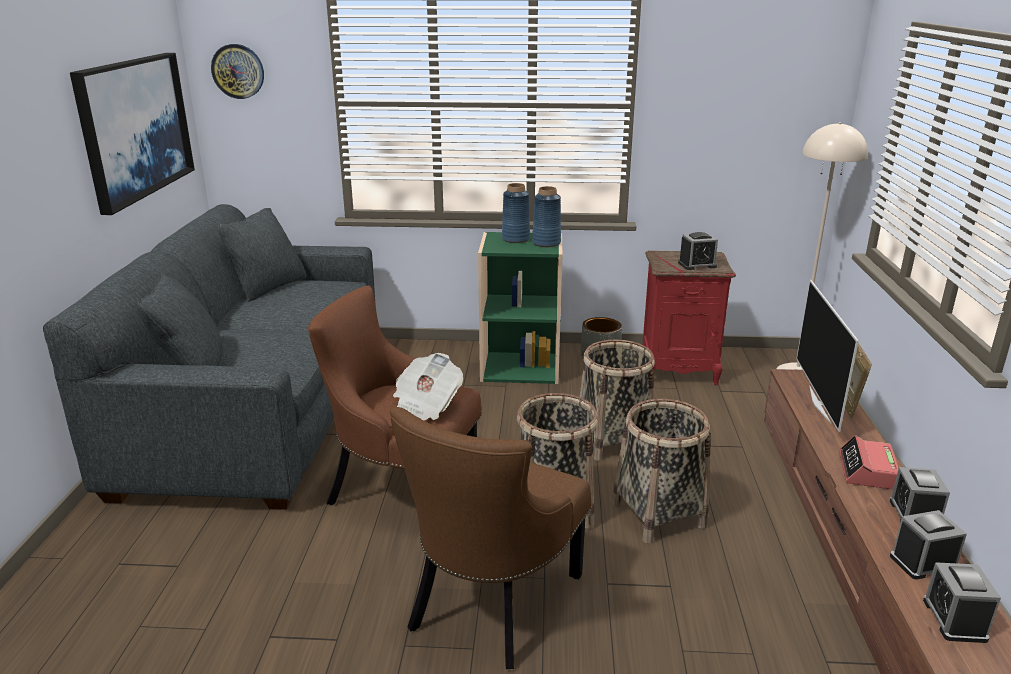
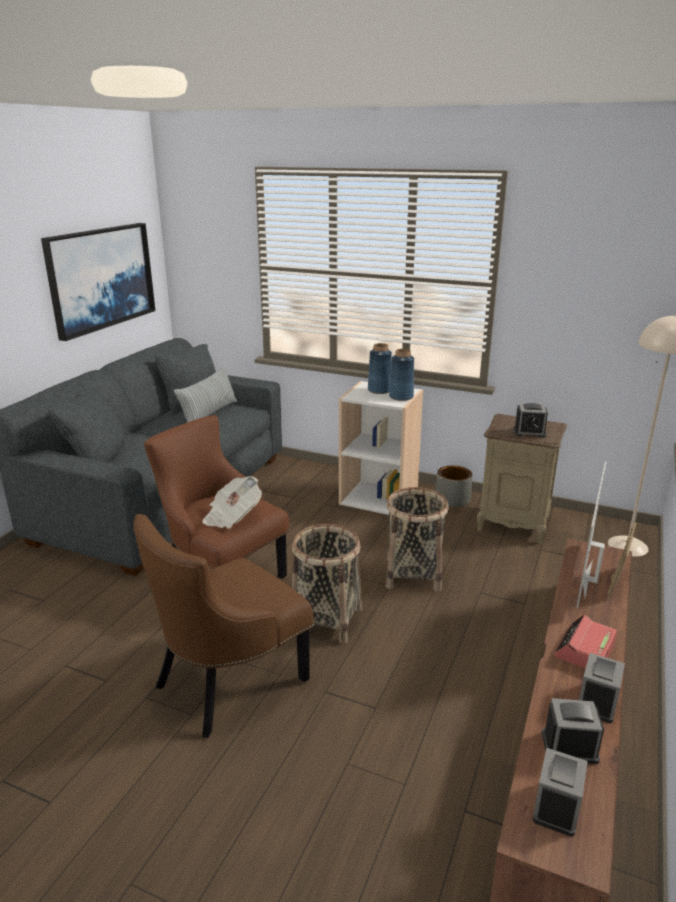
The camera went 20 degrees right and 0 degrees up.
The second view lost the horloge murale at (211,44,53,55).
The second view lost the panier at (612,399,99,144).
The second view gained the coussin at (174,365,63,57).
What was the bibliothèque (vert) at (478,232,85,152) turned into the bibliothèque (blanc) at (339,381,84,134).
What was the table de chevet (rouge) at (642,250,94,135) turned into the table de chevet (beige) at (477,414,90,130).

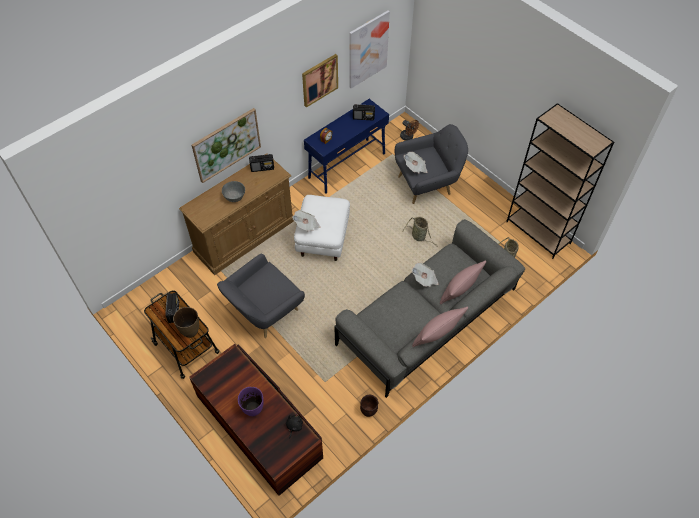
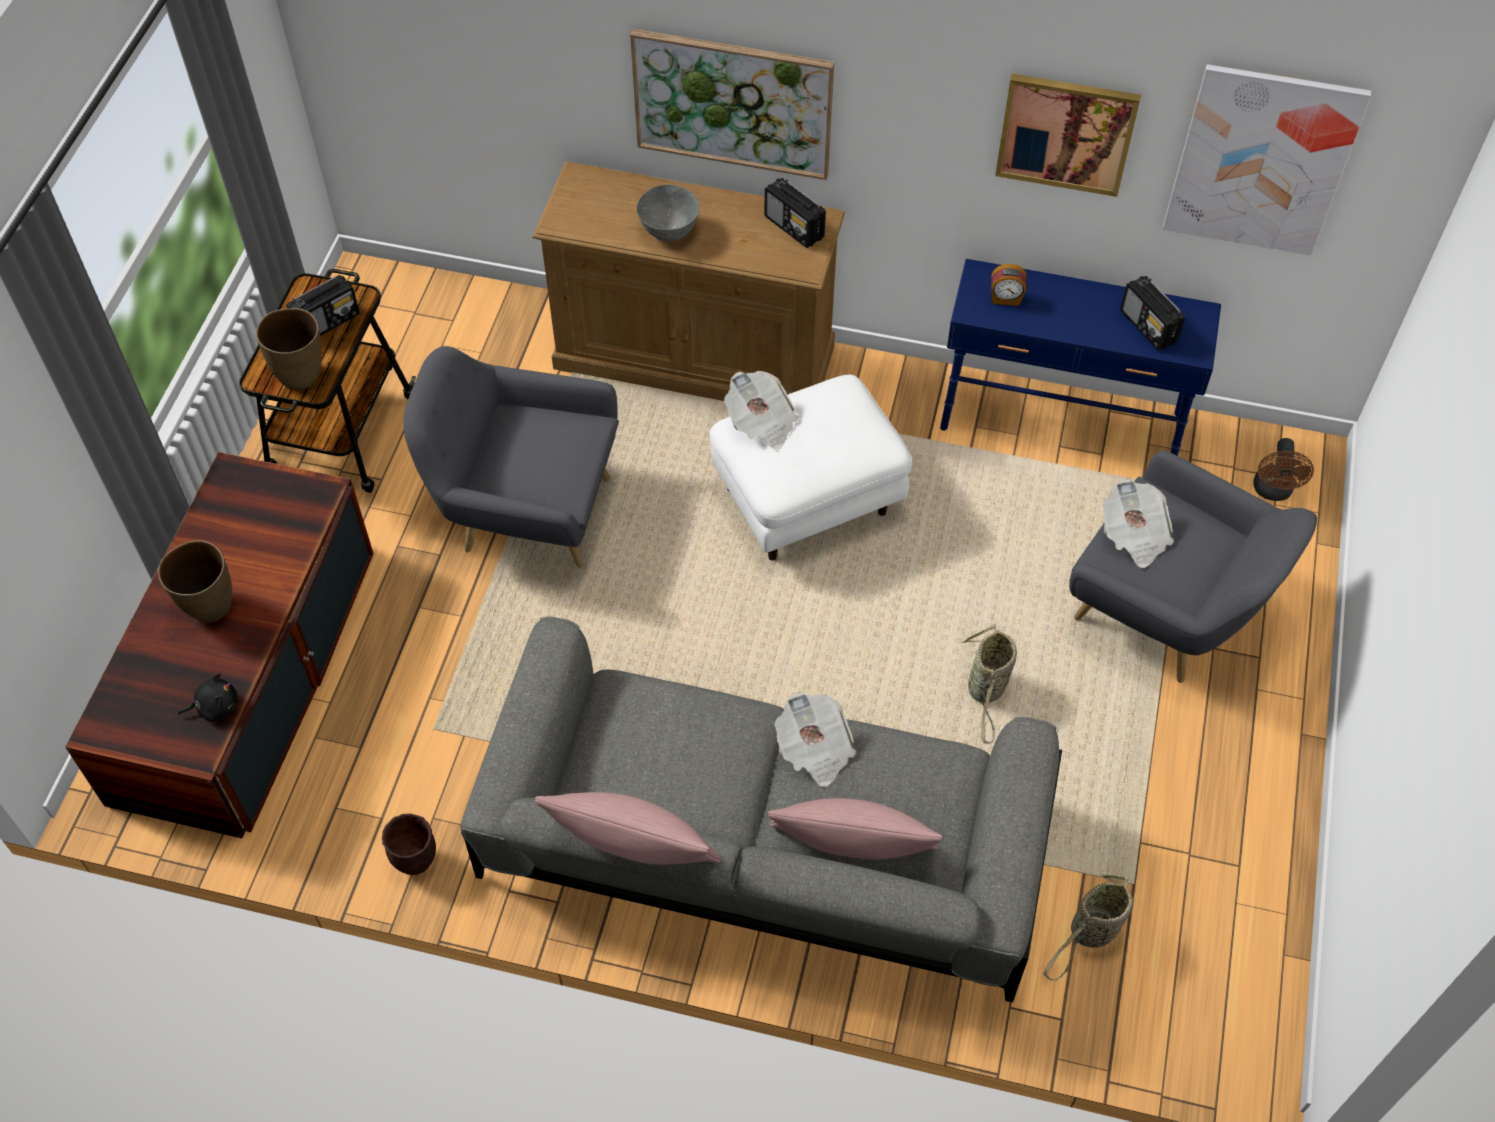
The camera went 55 degrees right and 0 degrees up.
The second view lost the bibliothèque (beige) at (506,103,108,156).
What was the vase (violet) at (238,387,26,29) turned into the vase (marron) at (158,540,74,83).

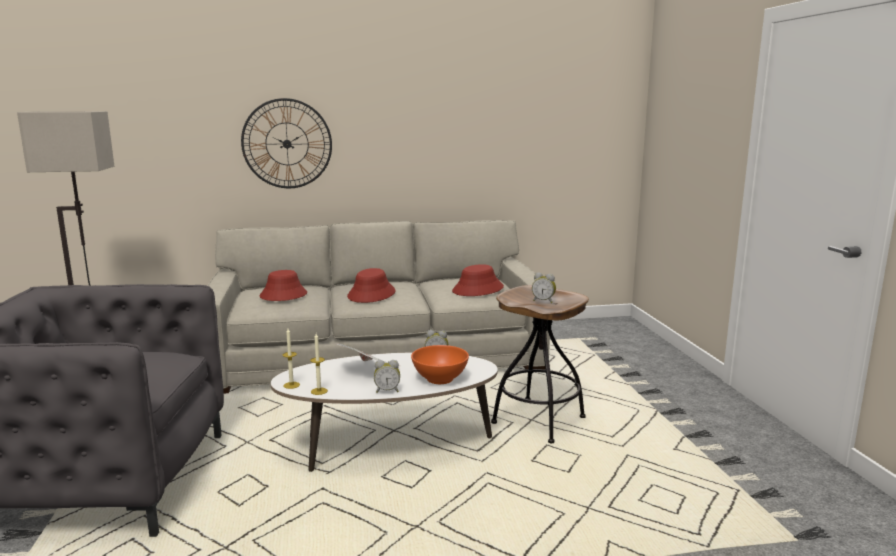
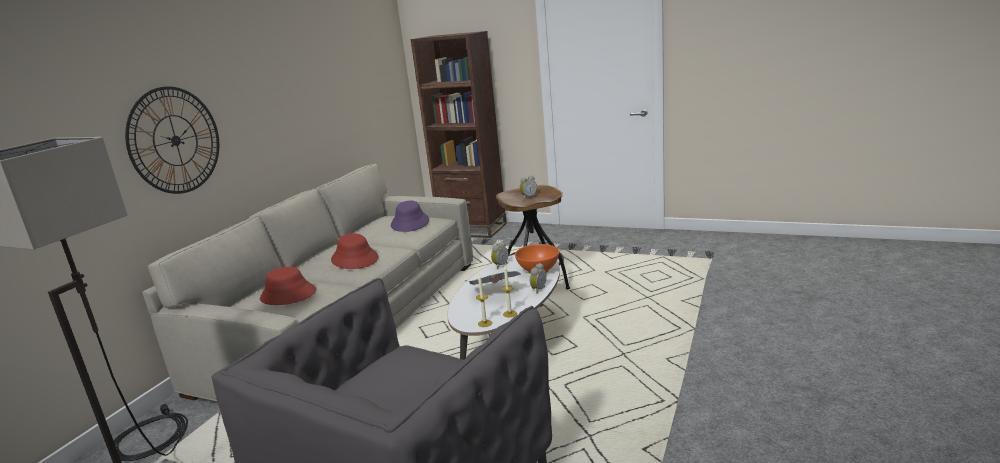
The camera went 55 degrees left and 5 degrees up.
The second view gained the bibliothèque (marron) at (411,31,96,207).
What was the chapeau (rouge) at (452,264,52,32) turned into the chapeau (violet) at (391,201,38,31).

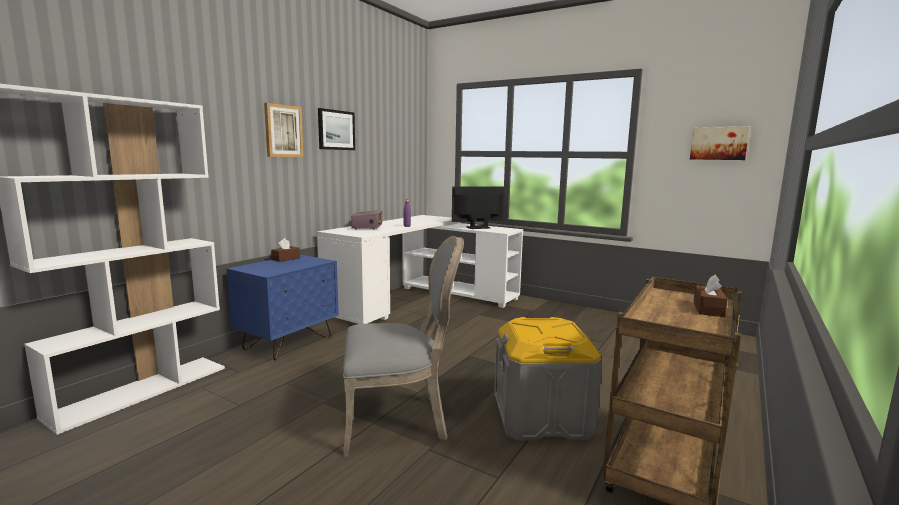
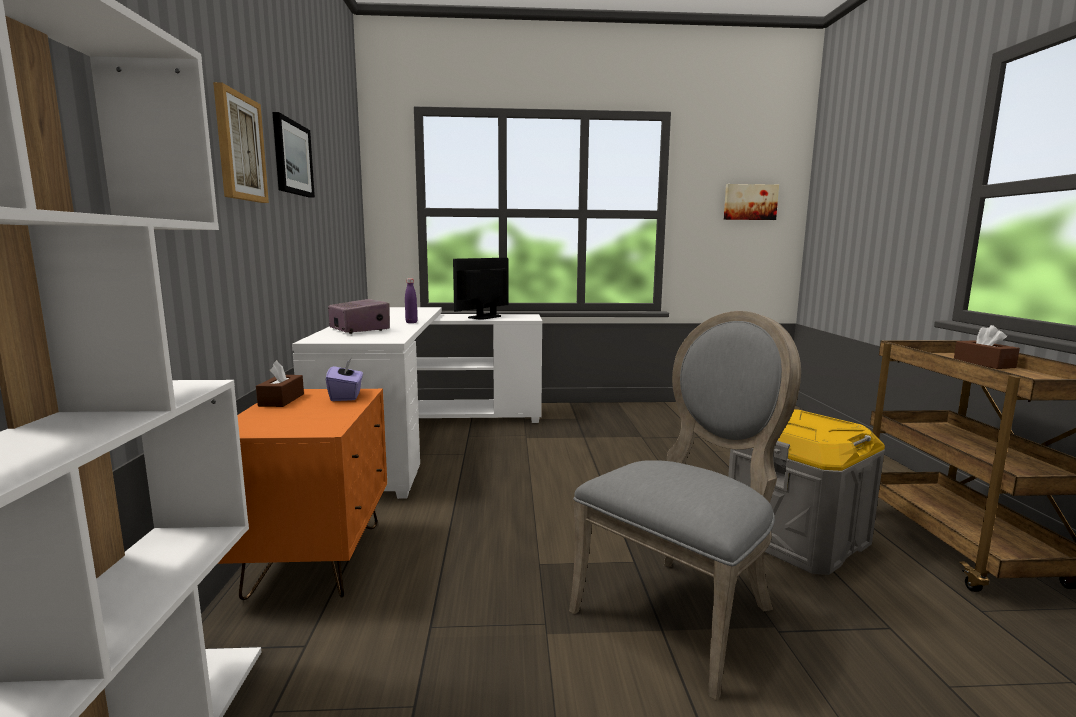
The camera went 35 degrees left and 0 degrees up.
The second view gained the boîte à mouchoirs (violet) at (326,358,37,43).
What was the table de chevet (bleu) at (227,255,112,105) turned into the table de chevet (orange) at (217,389,170,211).

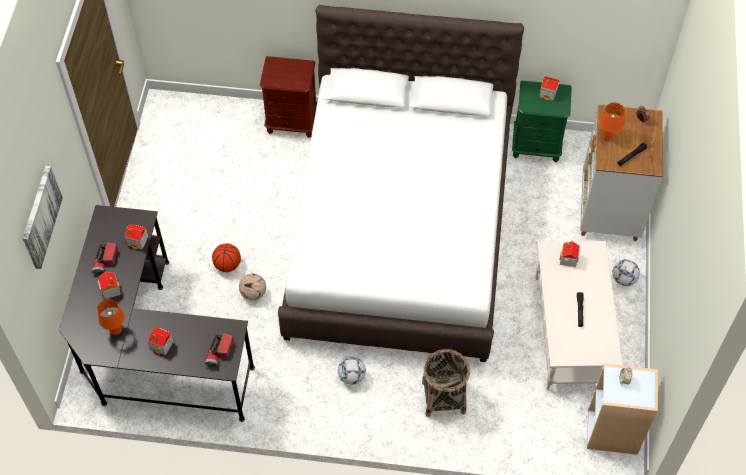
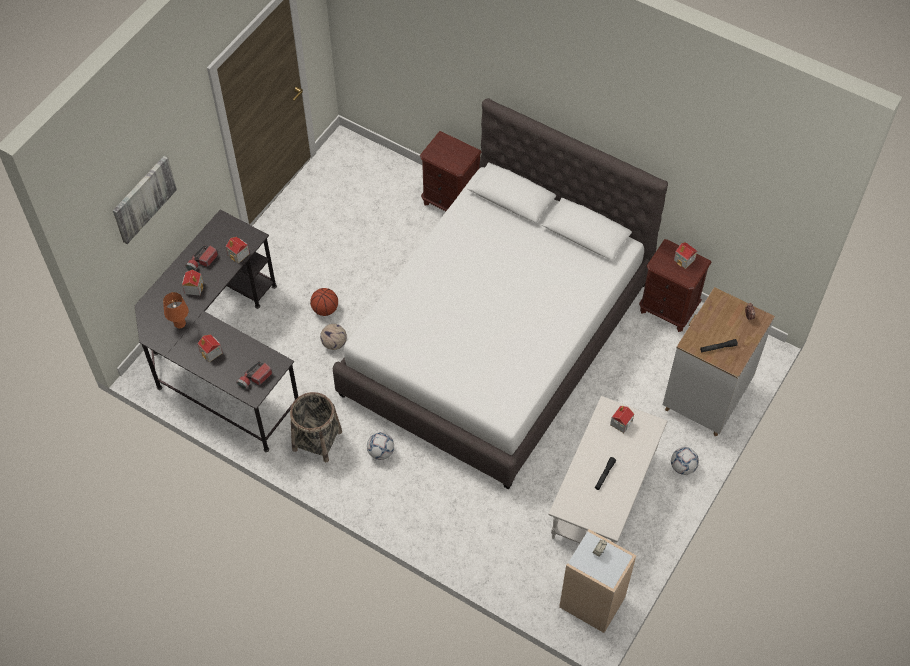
The camera went 25 degrees right and 0 degrees up.
The second view lost the lampe de table (orange) at (600,103,25,38).
The panier ended up elsewhere, having gone from (422,349,48,68) to (290,392,52,70).
What was the table de chevet (vert) at (512,81,60,82) turned into the table de chevet (marron) at (639,239,73,93).

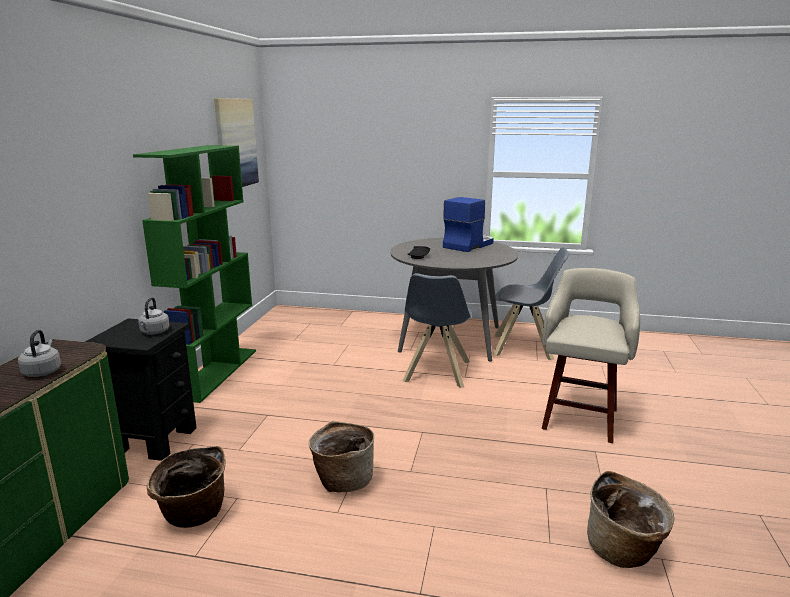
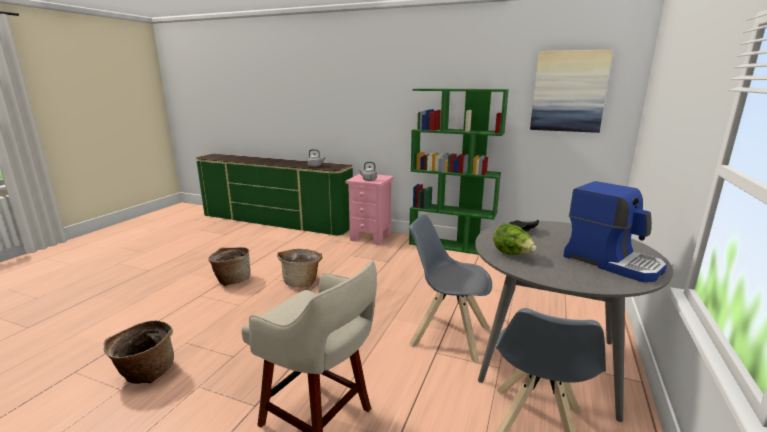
The camera went 100 degrees right and 0 degrees up.
The second view gained the laitue at (493,224,43,31).
The panier ended up elsewhere, having gone from (147,446,79,82) to (208,247,43,39).
What was the table de chevet (noir) at (85,318,112,143) turned into the table de chevet (rose) at (345,174,49,71).

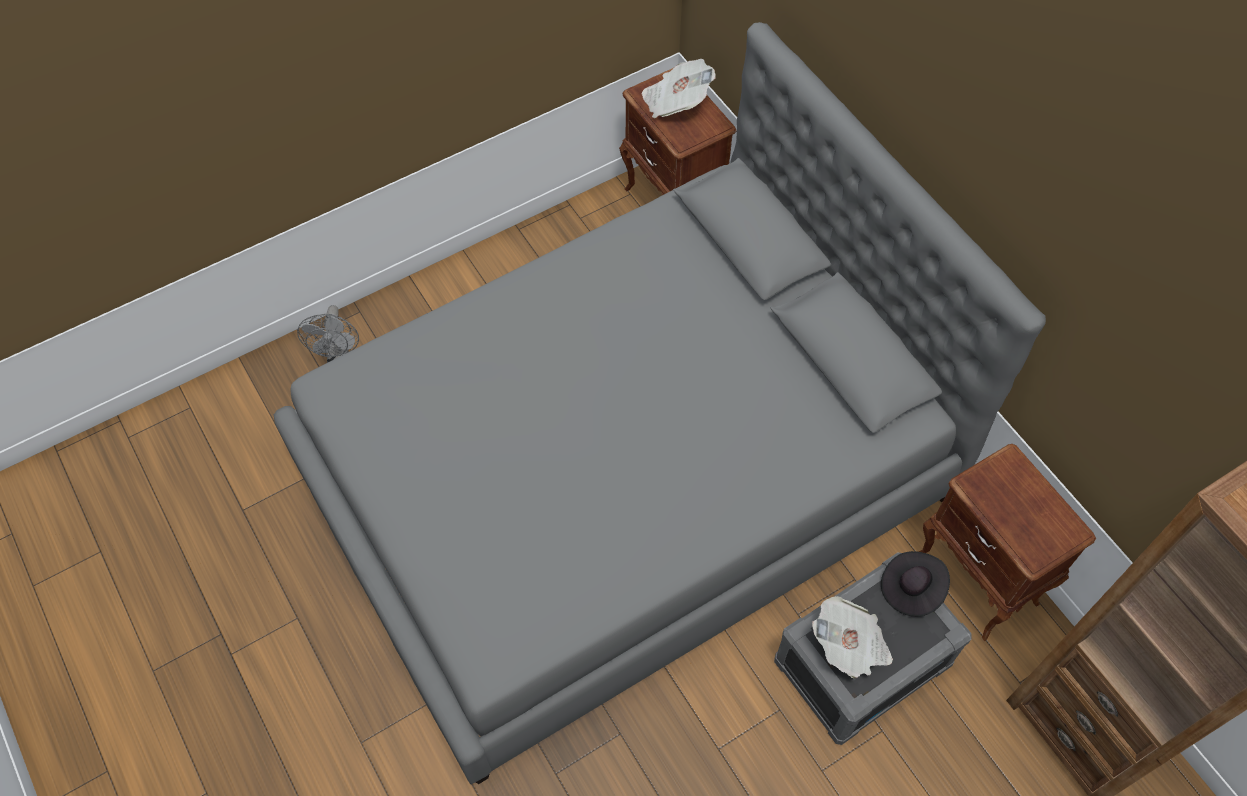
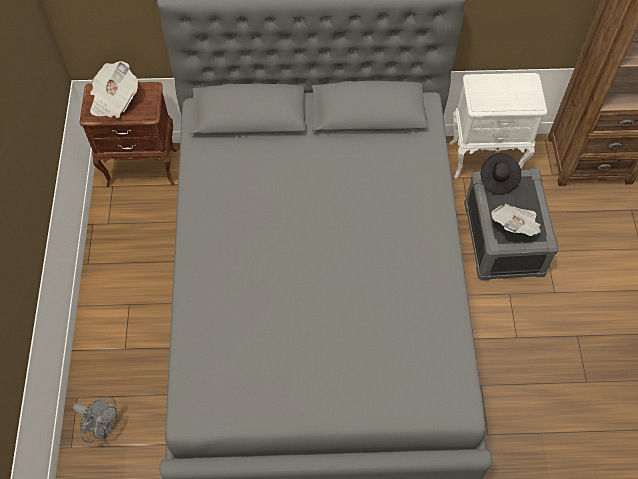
The camera went 60 degrees left and 0 degrees up.
What was the table de chevet (marron) at (918,444,178,198) turned into the table de chevet (blanc) at (450,73,97,106).

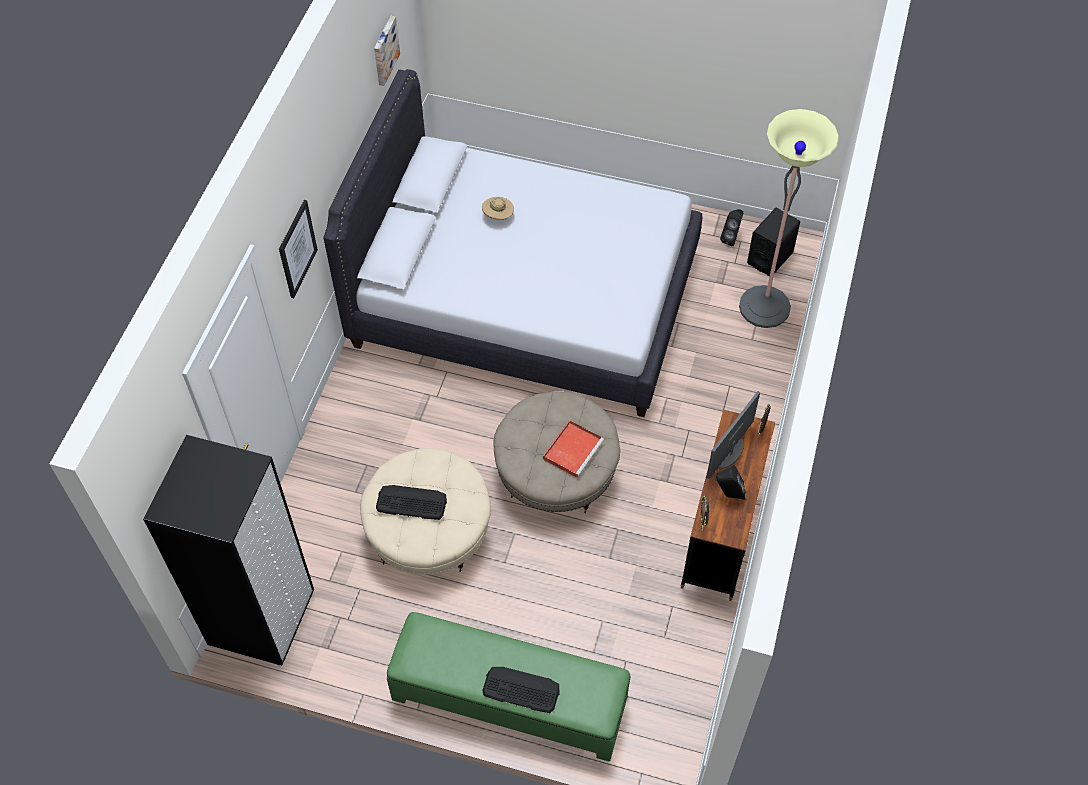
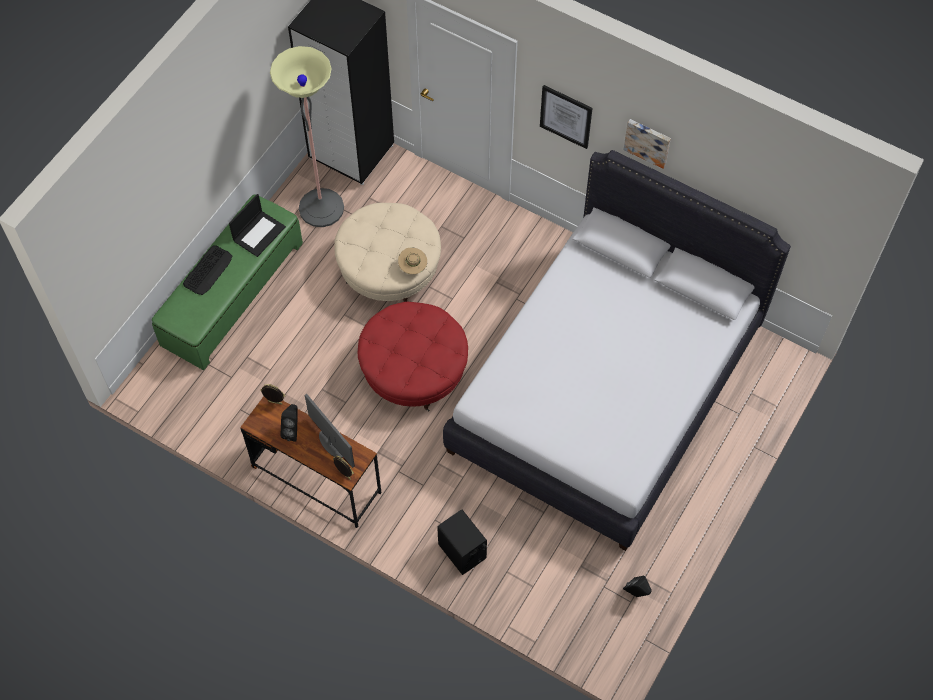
The camera went 105 degrees right and 5 degrees up.
The second view lost the clavier at (376,485,71,35).
The second view lost the plateau (rouge) at (543,420,61,58).
The second view gained the ordinateur portable at (229,194,57,63).
The tableau ended up elsewhere, having gone from (374,16,26,70) to (623,119,48,50).
The chapeau (beige) ended up elsewhere, having gone from (482,197,32,23) to (398,247,29,27).
The lampadaire ended up elsewhere, having gone from (739,109,100,219) to (270,46,74,181).
The enceinte (noir) ended up elsewhere, having gone from (747,208,53,68) to (437,510,50,65).
What was the pouf (beige) at (493,391,127,122) turned into the pouf (rouge) at (358,302,110,109).

